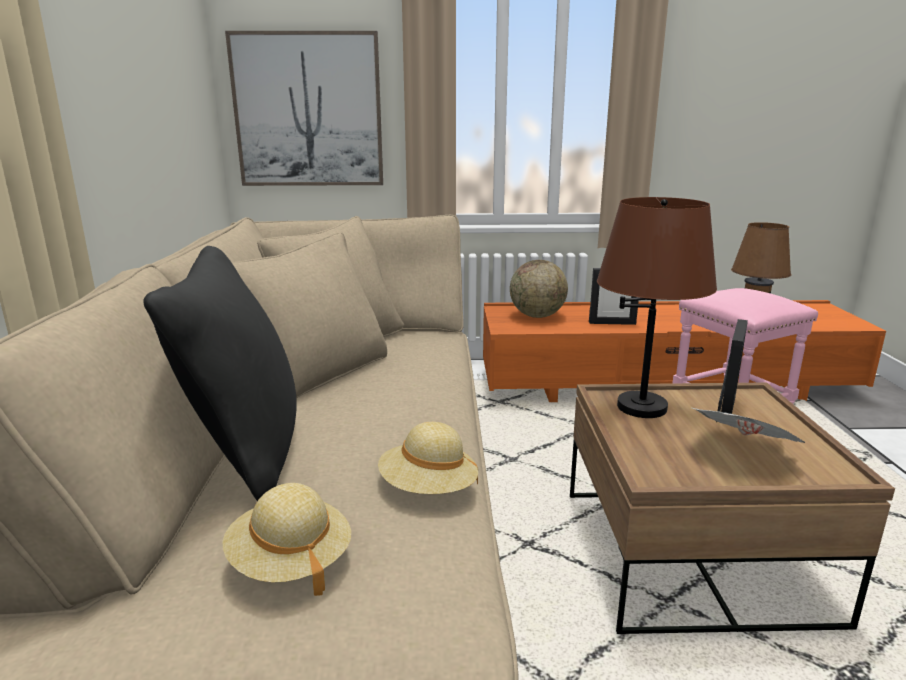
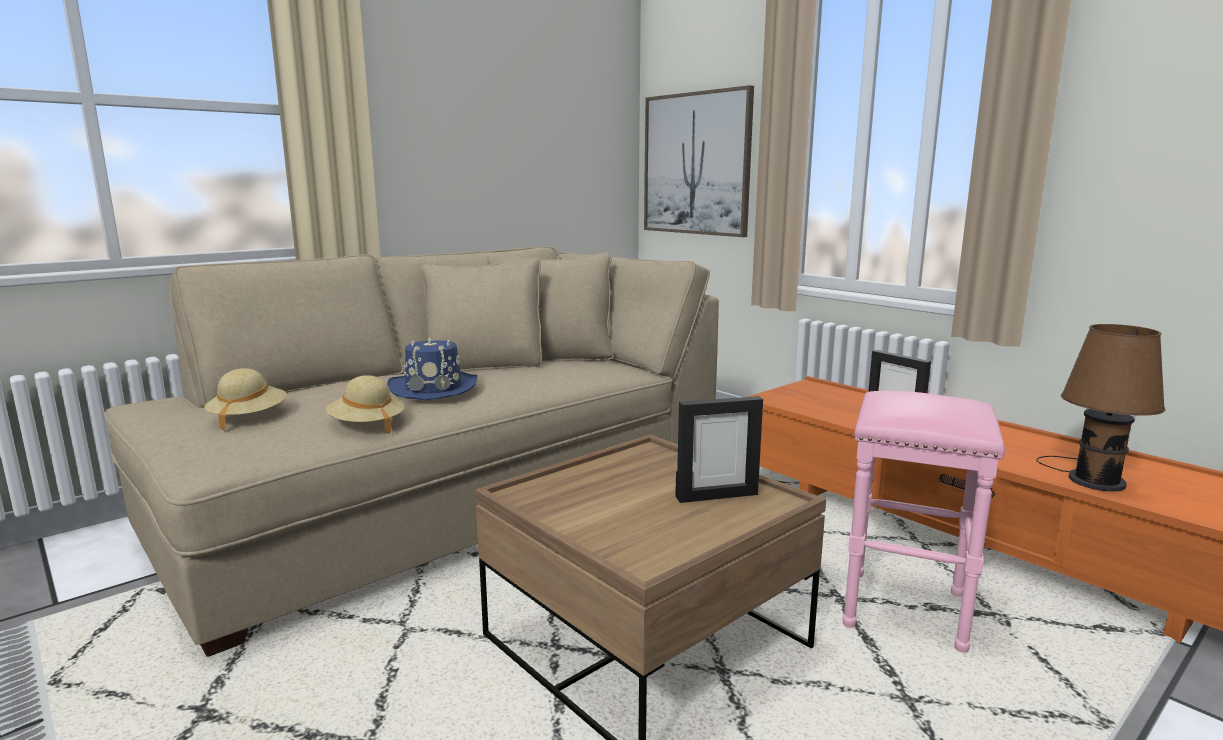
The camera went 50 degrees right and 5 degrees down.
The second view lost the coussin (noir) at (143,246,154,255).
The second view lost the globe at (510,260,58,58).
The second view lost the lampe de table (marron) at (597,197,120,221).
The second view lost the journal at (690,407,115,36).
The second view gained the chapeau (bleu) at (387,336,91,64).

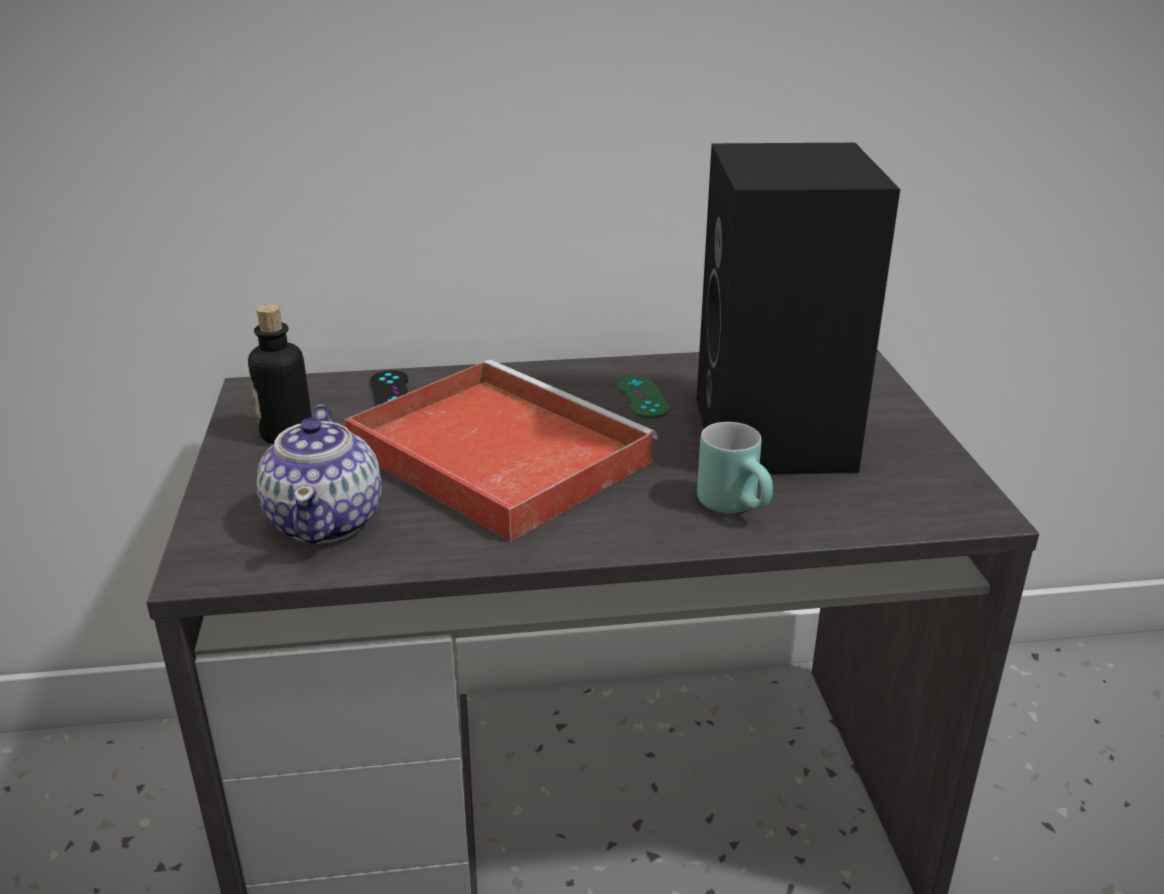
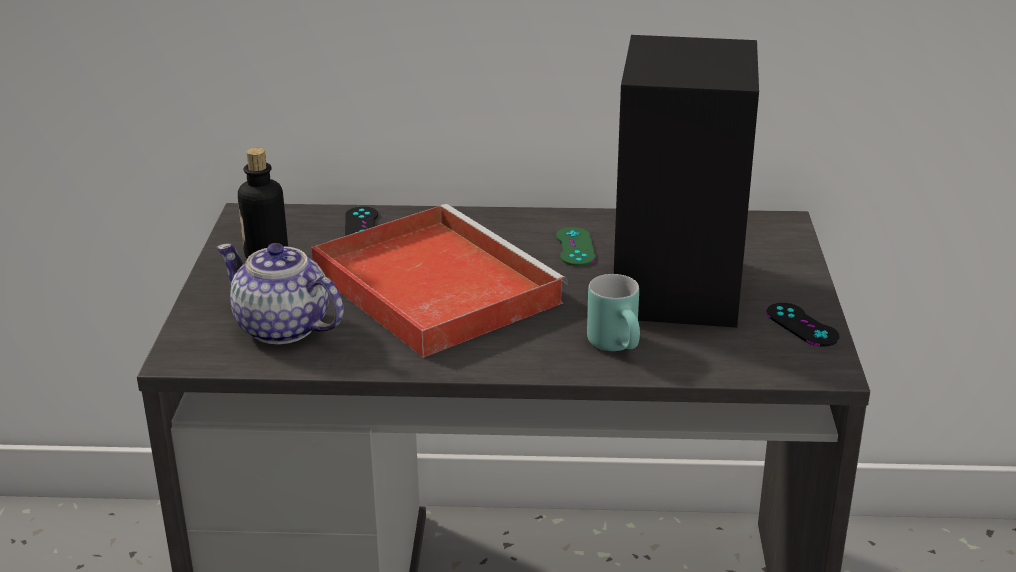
The camera went 10 degrees right and 0 degrees up.
The second view gained the manette (noir) at (766,303,74,44).
The théière at (256,405,126,139) ended up facing another way, 120 degrees clockwise from before.

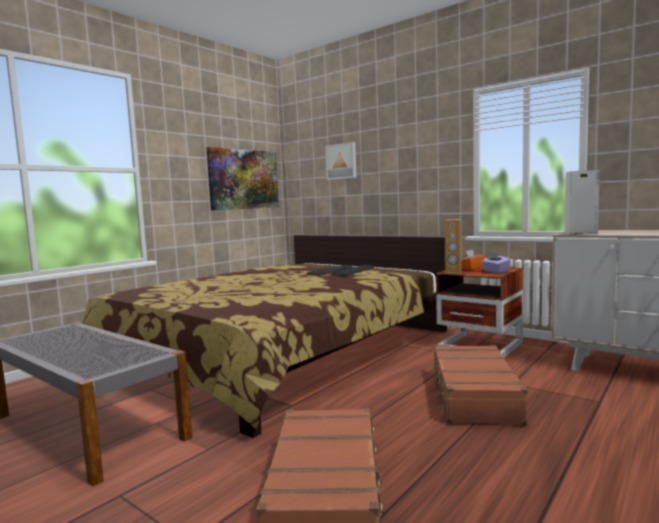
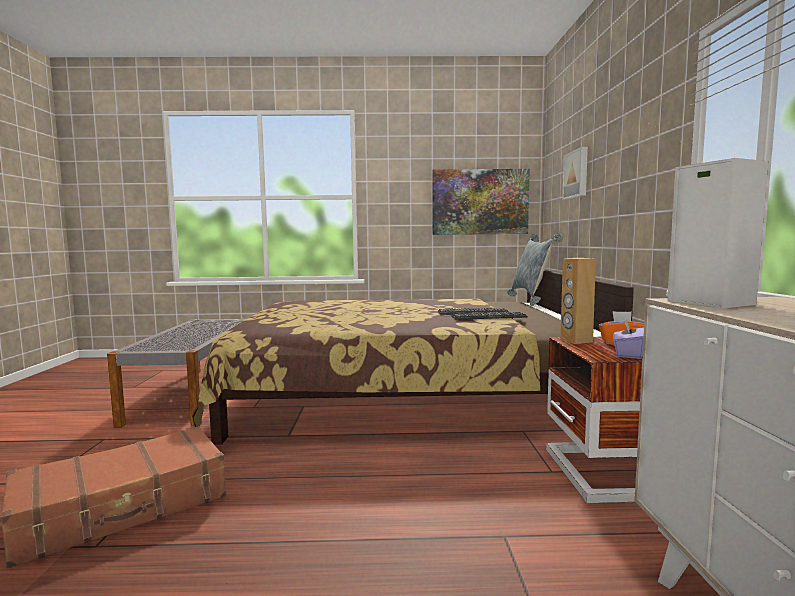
The camera went 50 degrees right and 0 degrees up.
The second view lost the valise (marron) at (430,345,98,80).
The second view gained the coussin at (507,233,56,73).

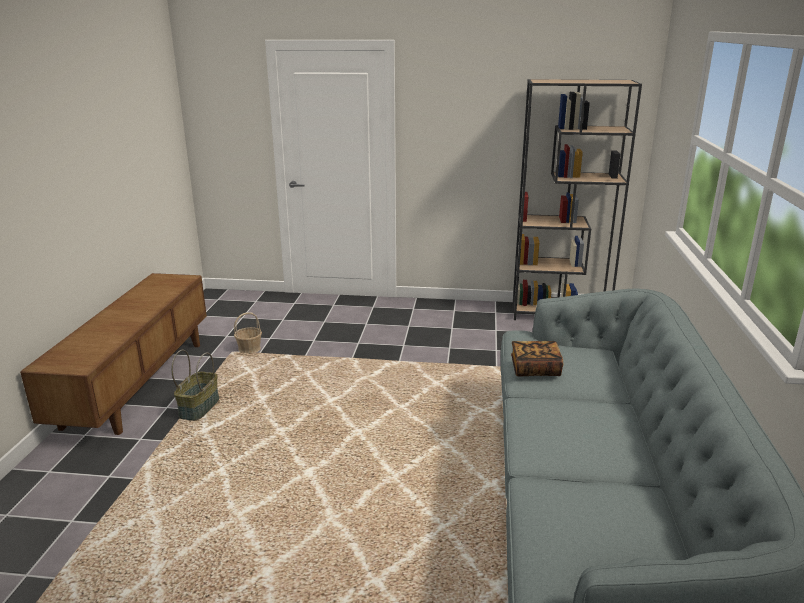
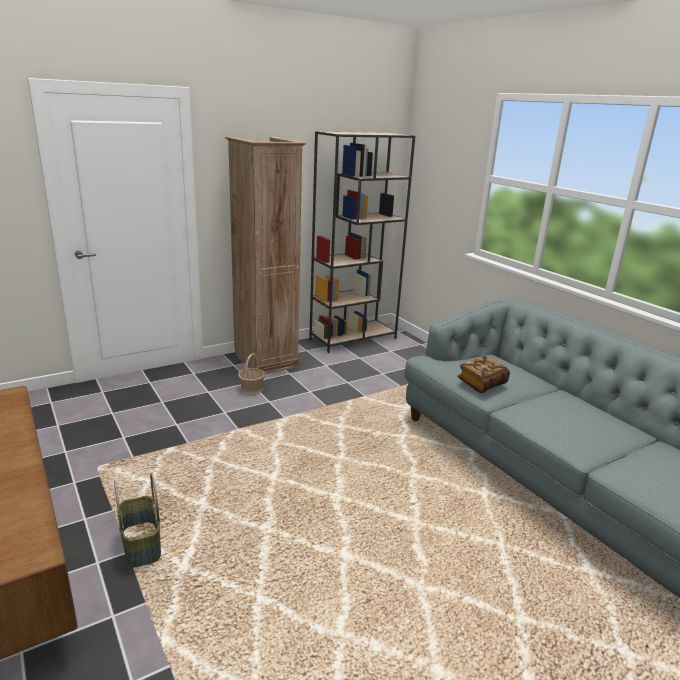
The camera went 40 degrees left and 0 degrees up.
The second view gained the meuble de rangement (marron) at (225,137,81,237).
The panier ended up elsewhere, having gone from (234,312,28,41) to (238,353,27,41).

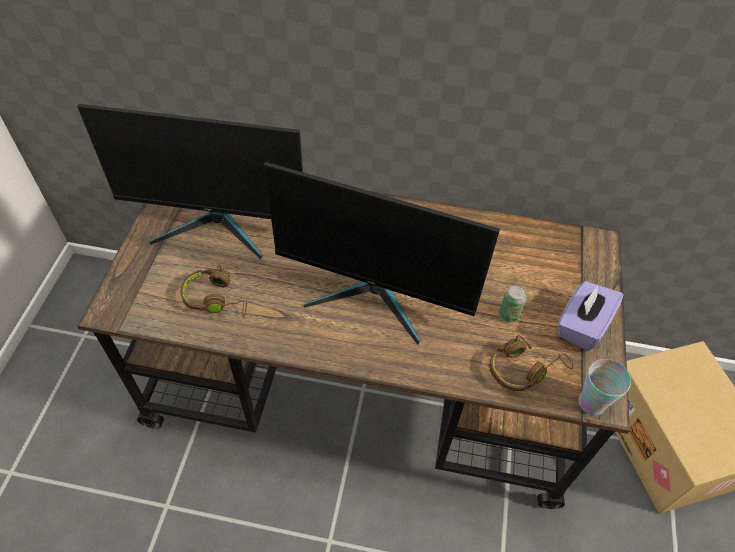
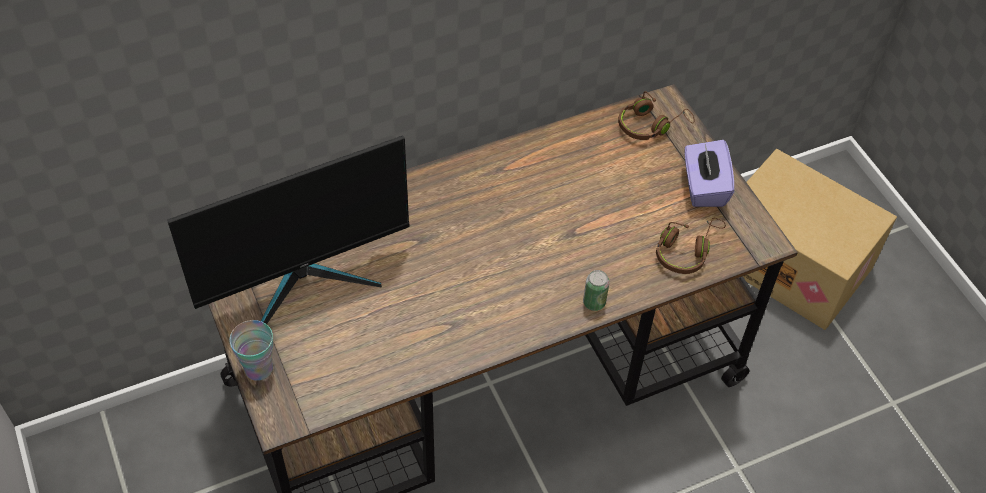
The camera went 35 degrees left and 0 degrees up.
The second view lost the écran d'ordinateur at (264,162,236,183).
The casque audio (marron) ended up elsewhere, having gone from (181,265,66,53) to (618,91,77,49).
The boîte métallique ended up elsewhere, having gone from (499,285,28,38) to (583,270,27,41).
The tasse ended up elsewhere, having gone from (579,359,52,56) to (230,320,43,61).

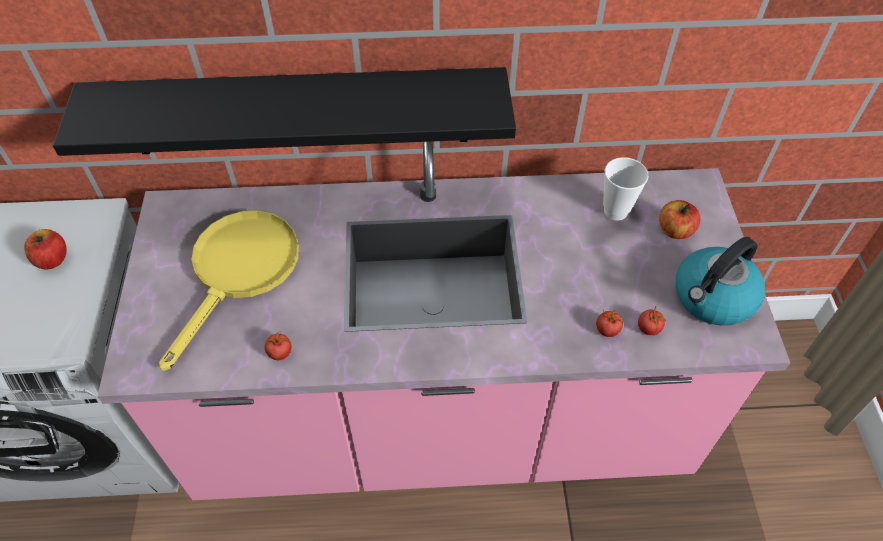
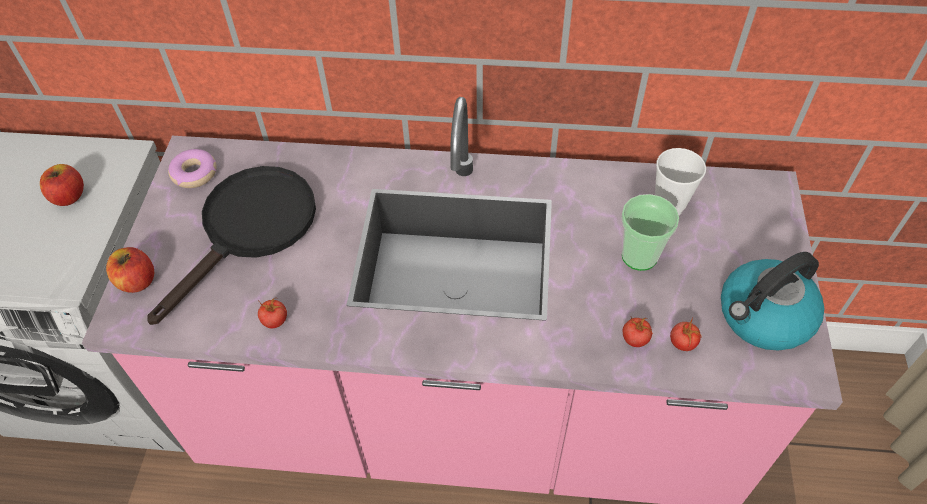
The camera went 10 degrees right and 0 degrees up.
The second view lost the étagère (noir) at (53,67,463,89).
The second view gained the beignet at (168,149,48,39).
The second view gained the tasse at (621,194,58,77).
The pomme ended up elsewhere, having gone from (659,200,41,39) to (106,247,48,46).
What was the poêle (jaune) at (159,210,140,161) turned into the poêle (noir) at (147,166,169,159).

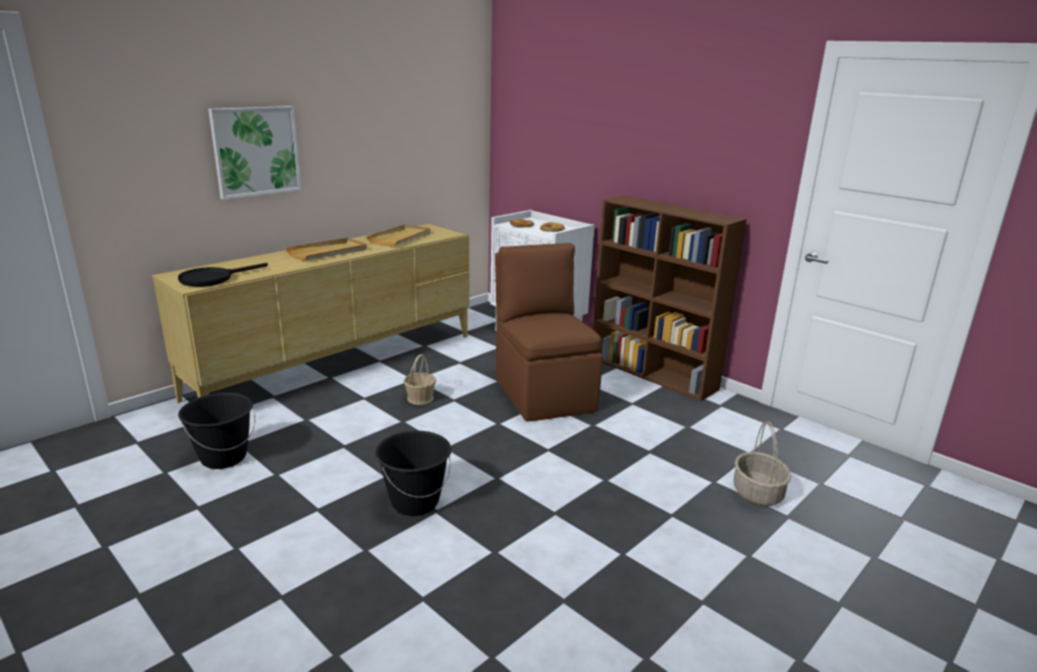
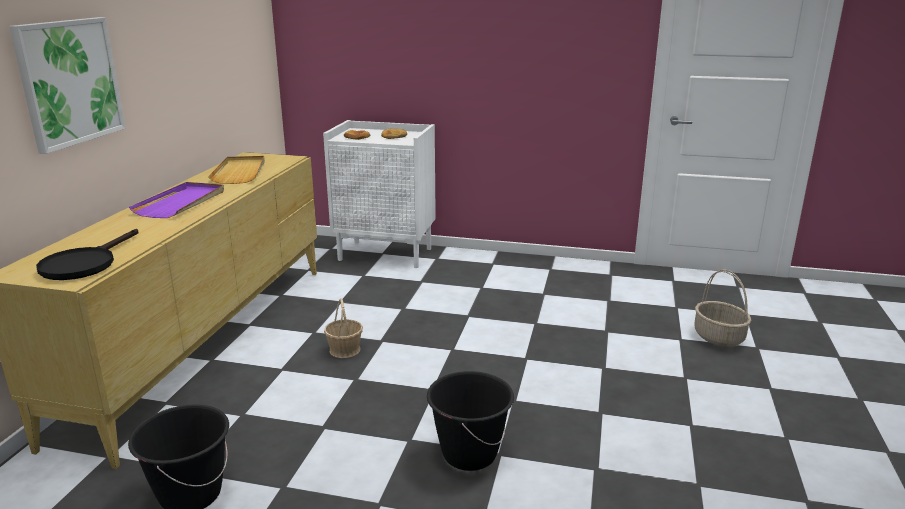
The camera went 30 degrees left and 0 degrees up.
The second view lost the chaise (marron) at (495,243,107,179).
The second view lost the bibliothèque (marron) at (593,196,154,205).
What was the plateau (beige) at (285,238,82,23) turned into the plateau (violet) at (129,182,95,36).

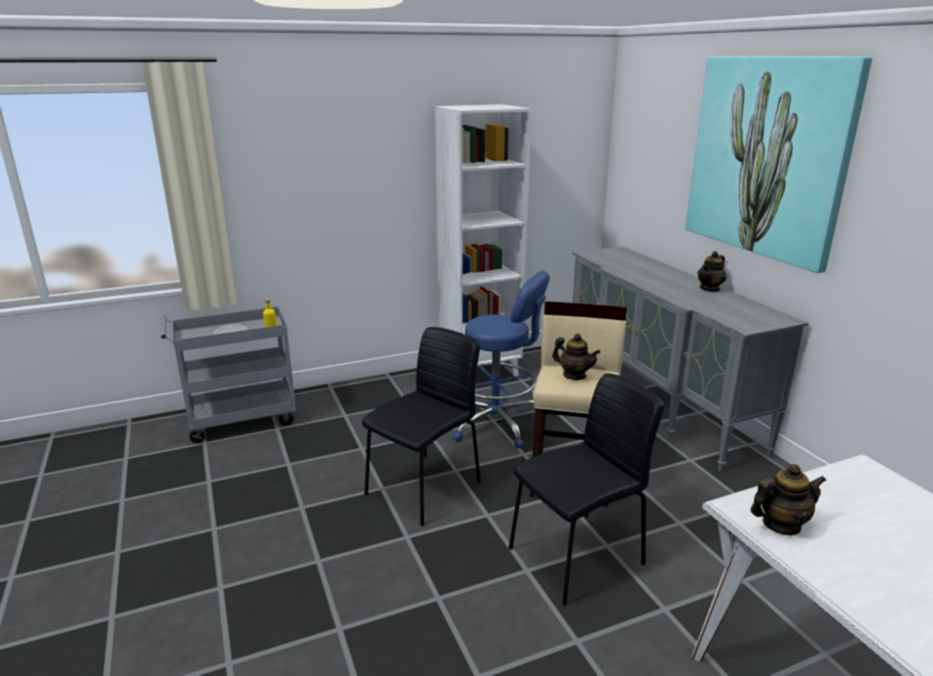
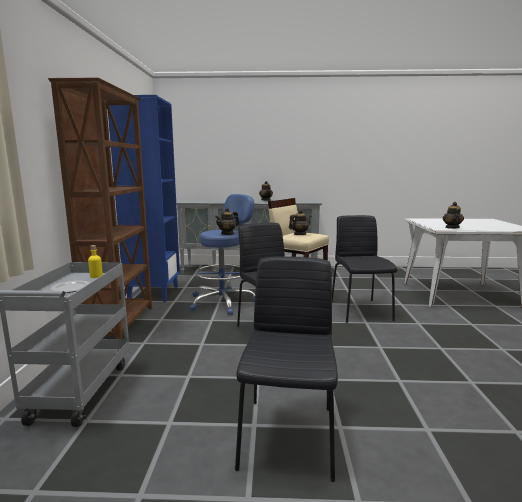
The camera went 65 degrees left and 10 degrees down.
The second view lost the tableau at (685,56,187,217).
The second view gained the bibliothèque (marron) at (48,78,104,261).
The second view gained the théière at (215,208,24,27).
The second view gained the chaise (noir) at (235,257,103,225).
What was the bibliothèque (blanc) at (435,104,97,273) turned into the bibliothèque (bleu) at (108,95,72,207).

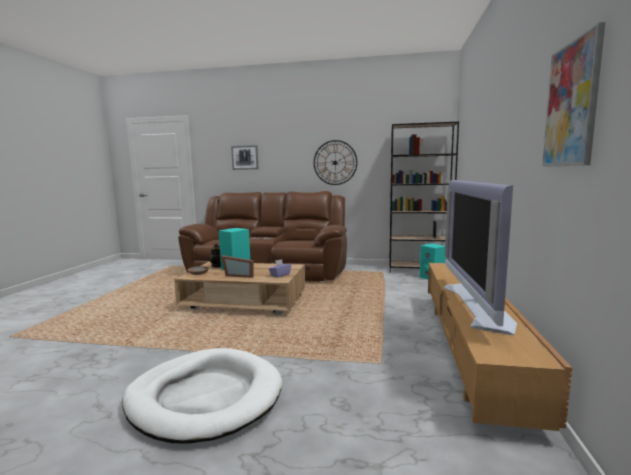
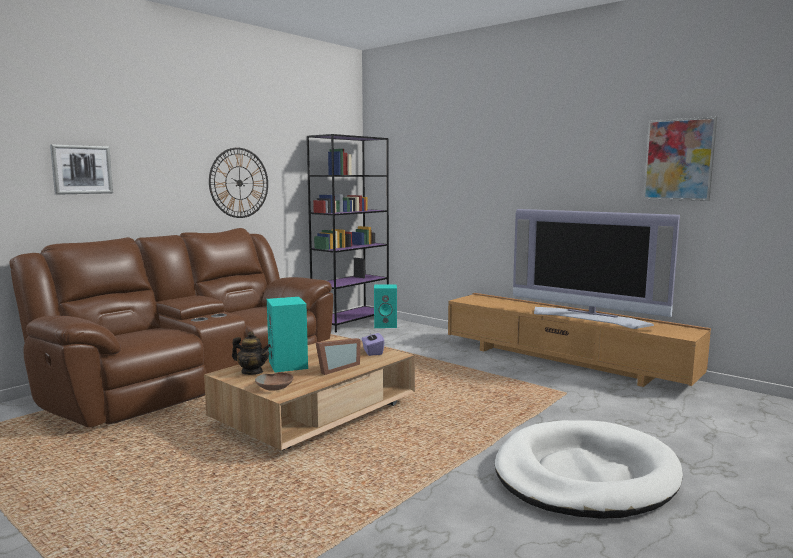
The camera went 60 degrees left and 0 degrees up.
What was the bibliothèque (beige) at (389,122,70,151) turned into the bibliothèque (violet) at (307,134,82,198).

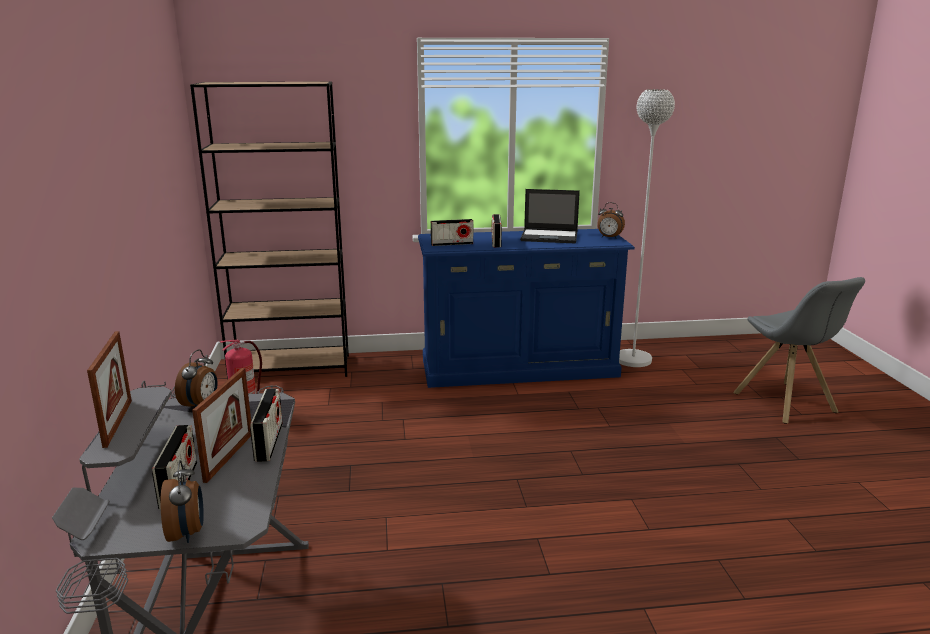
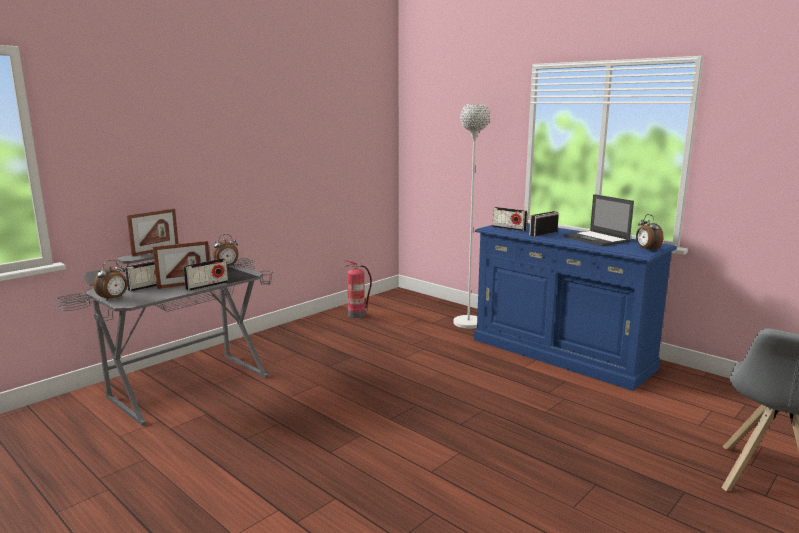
The camera went 50 degrees right and 5 degrees down.
The second view lost the bibliothèque (beige) at (190,81,159,299).
The lampadaire (blanc) ended up elsewhere, having gone from (619,89,56,278) to (453,104,37,225).

